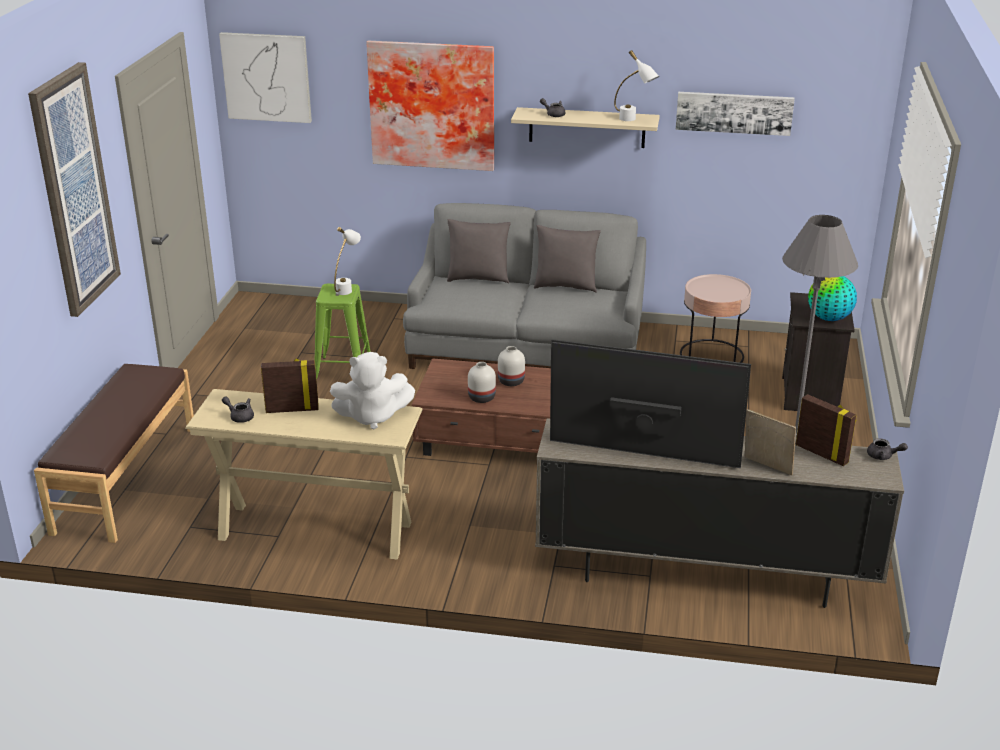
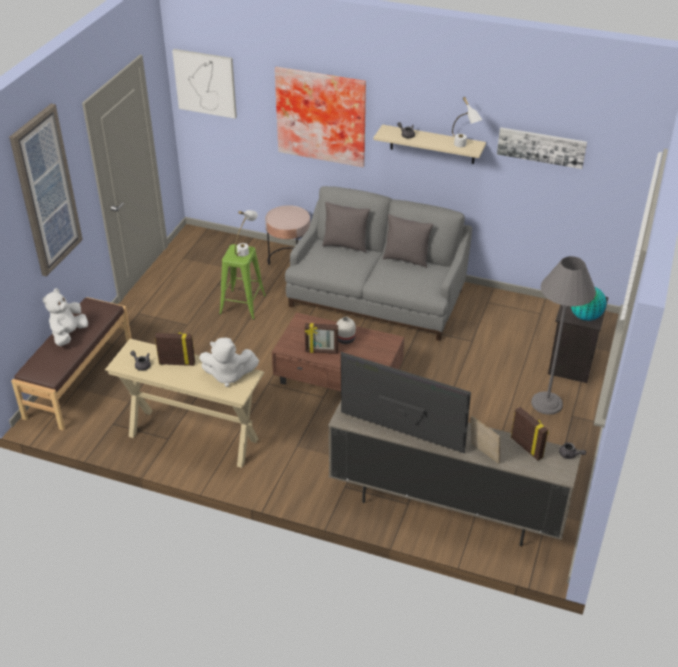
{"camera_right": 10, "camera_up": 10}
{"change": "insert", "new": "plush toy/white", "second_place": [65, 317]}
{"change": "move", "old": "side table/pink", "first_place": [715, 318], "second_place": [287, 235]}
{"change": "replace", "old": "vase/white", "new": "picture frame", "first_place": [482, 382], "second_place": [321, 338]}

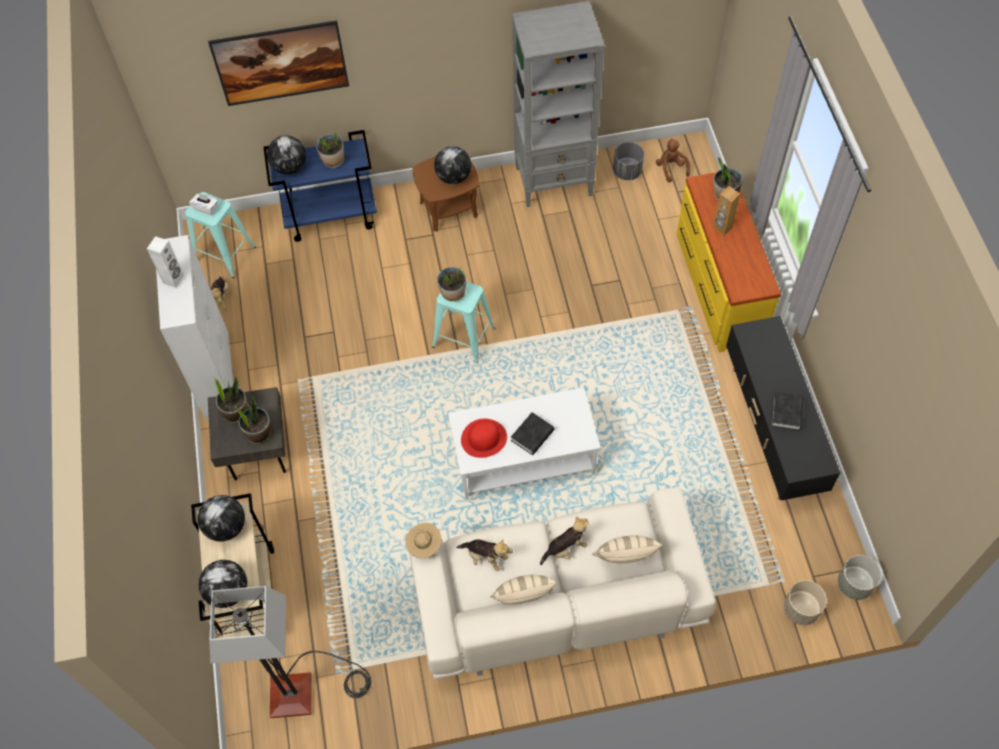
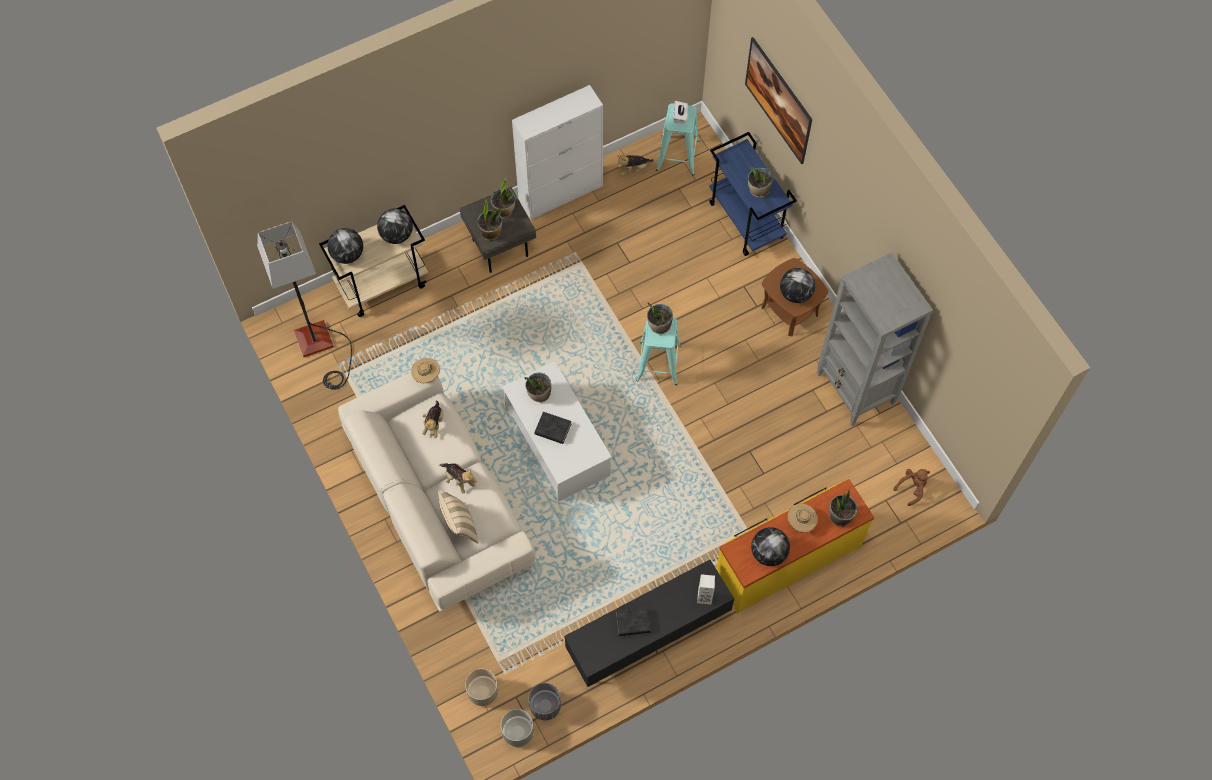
{"camera_right": 70, "camera_up": 5}
{"change": "replace", "old": "hat/red", "new": "potted plant", "first_place": [484, 438], "second_place": [537, 388]}
{"change": "move", "old": "planter/grey", "first_place": [628, 161], "second_place": [544, 701]}
{"change": "move", "old": "speaker/white", "first_place": [165, 262], "second_place": [706, 589]}
{"change": "move", "old": "globe", "first_place": [286, 155], "second_place": [770, 546]}
{"change": "replace", "old": "speaker/brown", "new": "hat/beige", "first_place": [726, 210], "second_place": [803, 518]}
{"change": "delete", "old": "pillow/beige", "first_place": [523, 590]}

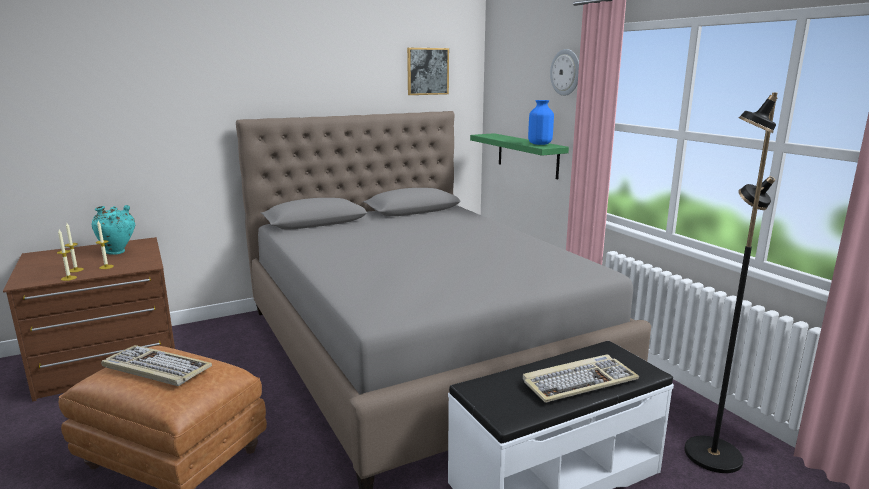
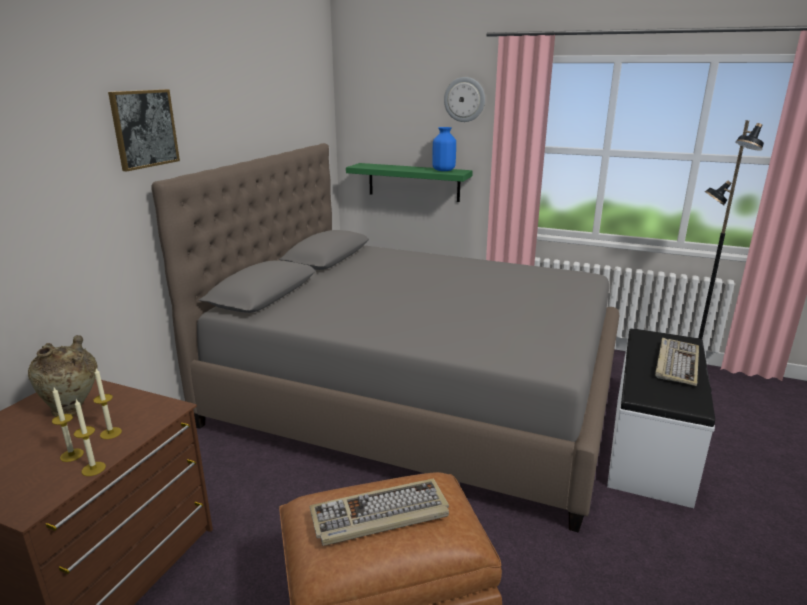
{"camera_right": -40, "camera_up": 5}
{"change": "recolor", "old": "vase/turquoise", "new": "vase/beige", "first_place": [113, 230], "second_place": [63, 376]}
{"change": "move", "old": "picture", "first_place": [428, 71], "second_place": [144, 130]}

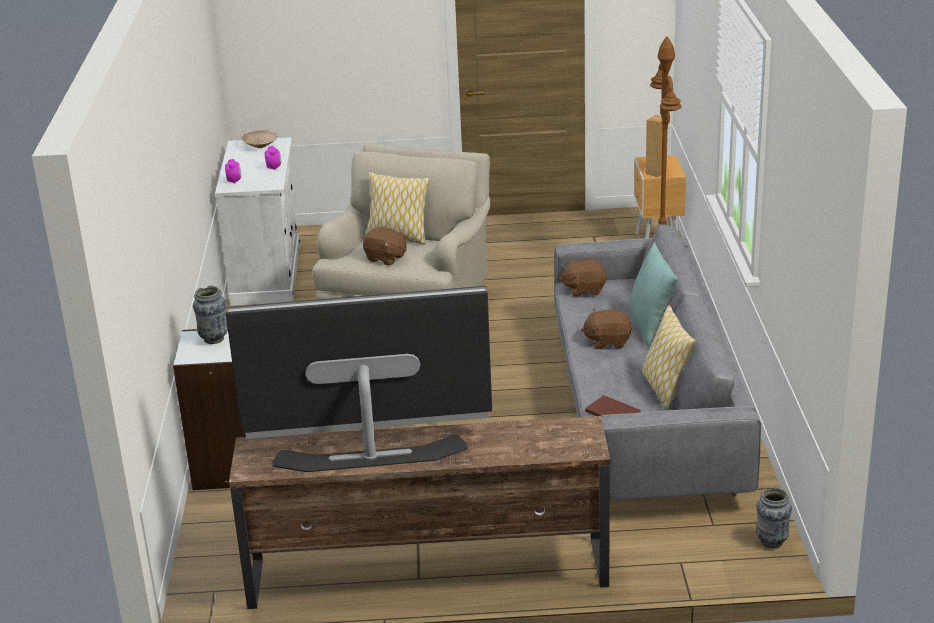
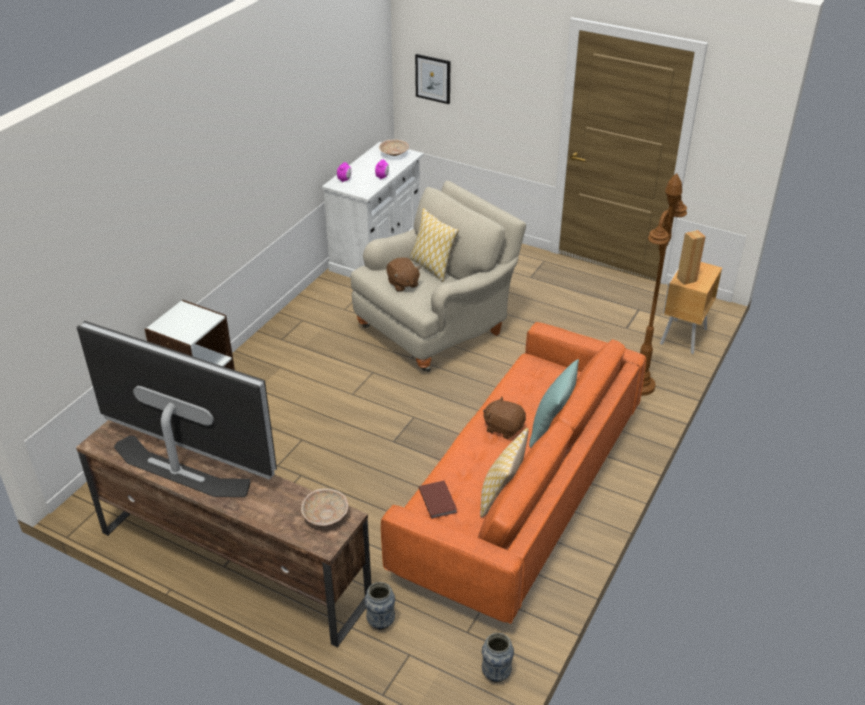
{"camera_right": 30, "camera_up": 10}
{"change": "insert", "new": "bowl/beige", "second_place": [324, 507]}
{"change": "move", "old": "vase", "first_place": [210, 315], "second_place": [380, 606]}
{"change": "recolor", "old": "sofa/grey", "new": "sofa/orange", "first_place": [657, 362], "second_place": [513, 473]}
{"change": "insert", "new": "picture", "second_place": [432, 79]}
{"change": "delete", "old": "plush toy/brown", "first_place": [583, 278]}

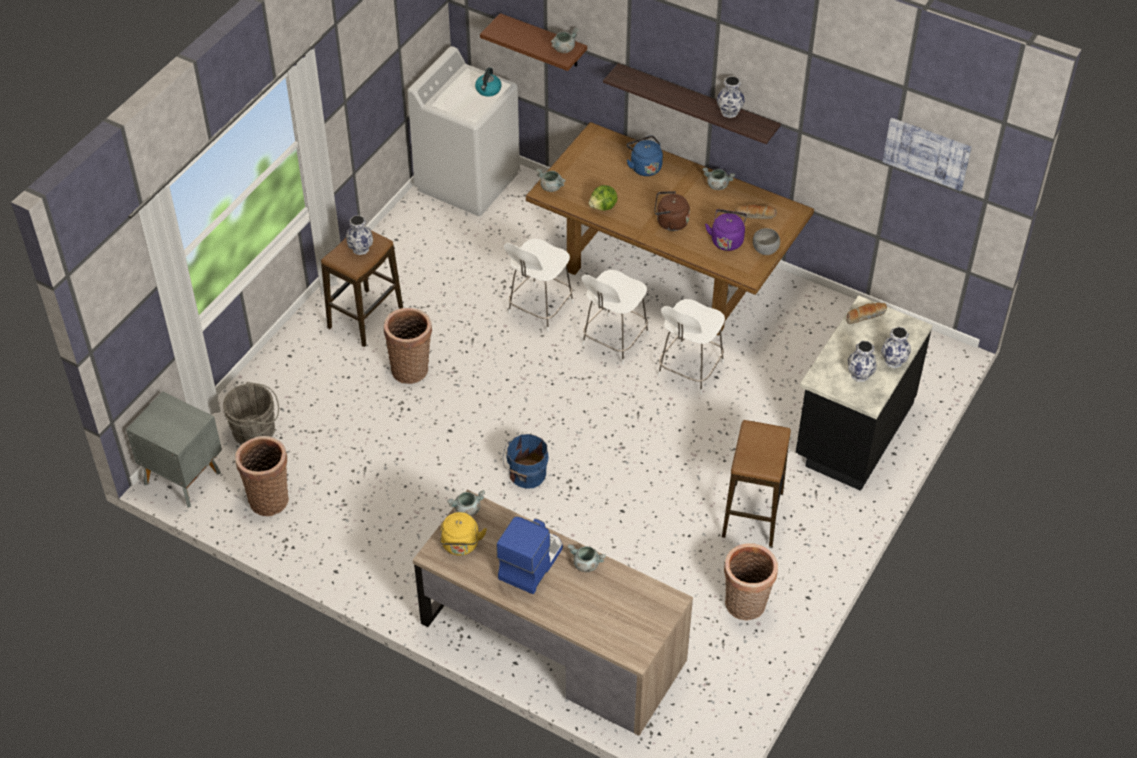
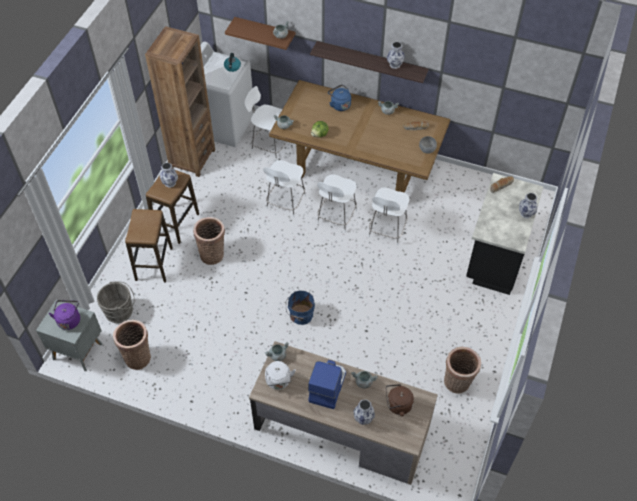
{"camera_right": -10, "camera_up": 5}
{"change": "move", "old": "kettle/purple", "first_place": [726, 230], "second_place": [64, 315]}
{"change": "move", "old": "stool", "first_place": [756, 483], "second_place": [149, 245]}
{"change": "insert", "new": "bookcase/brown", "second_place": [180, 101]}
{"change": "insert", "new": "chair/white", "second_place": [267, 123]}
{"change": "recolor", "old": "kettle/yellow", "new": "kettle/white", "first_place": [463, 533], "second_place": [280, 375]}
{"change": "move", "old": "vase", "first_place": [862, 361], "second_place": [364, 412]}
{"change": "move", "old": "kettle/brown", "first_place": [672, 211], "second_place": [400, 400]}
{"change": "delete", "old": "picture", "first_place": [927, 154]}

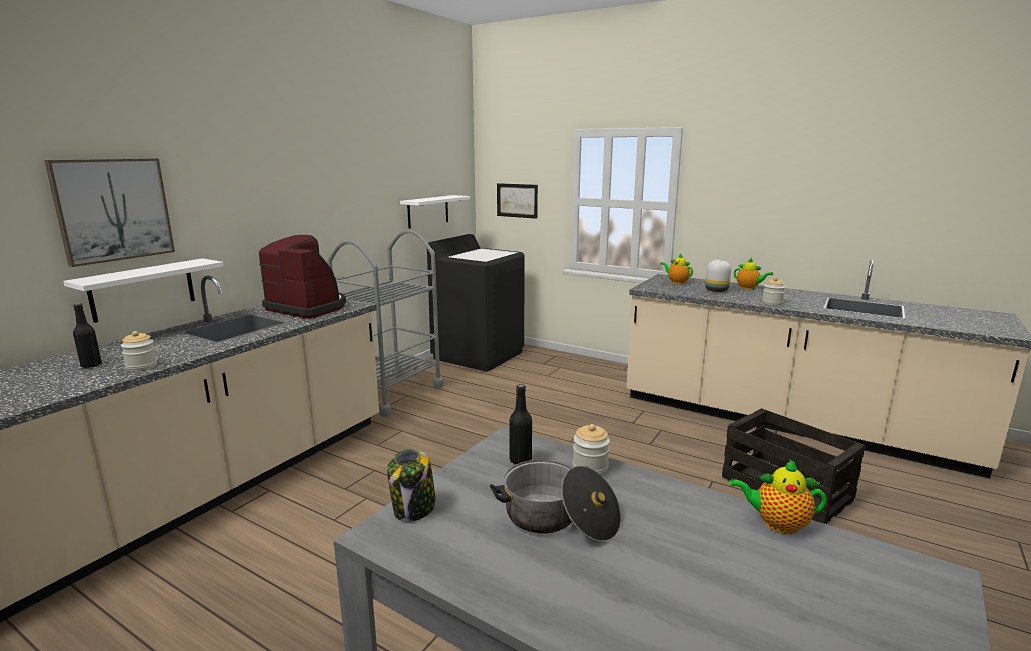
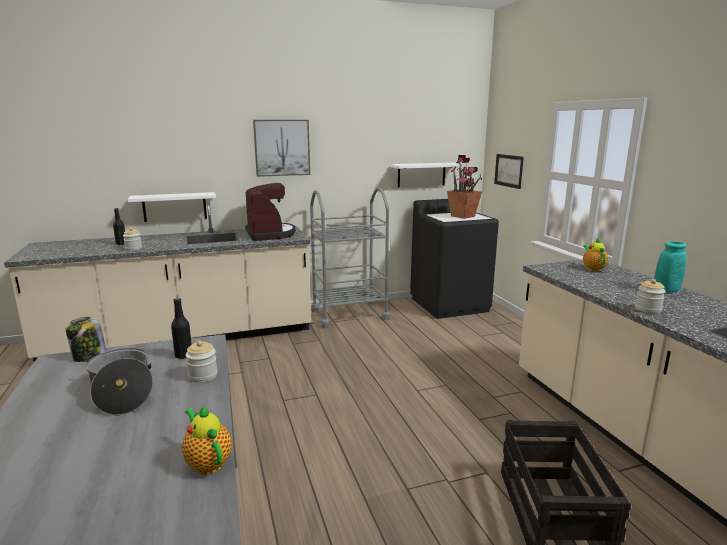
{"camera_right": 40, "camera_up": 0}
{"change": "move", "old": "picture", "first_place": [109, 212], "second_place": [281, 148]}
{"change": "insert", "new": "potted plant", "second_place": [464, 187]}
{"change": "replace", "old": "teapot", "new": "vase/turquoise", "first_place": [753, 273], "second_place": [670, 267]}
{"change": "delete", "old": "vase/white", "first_place": [718, 274]}

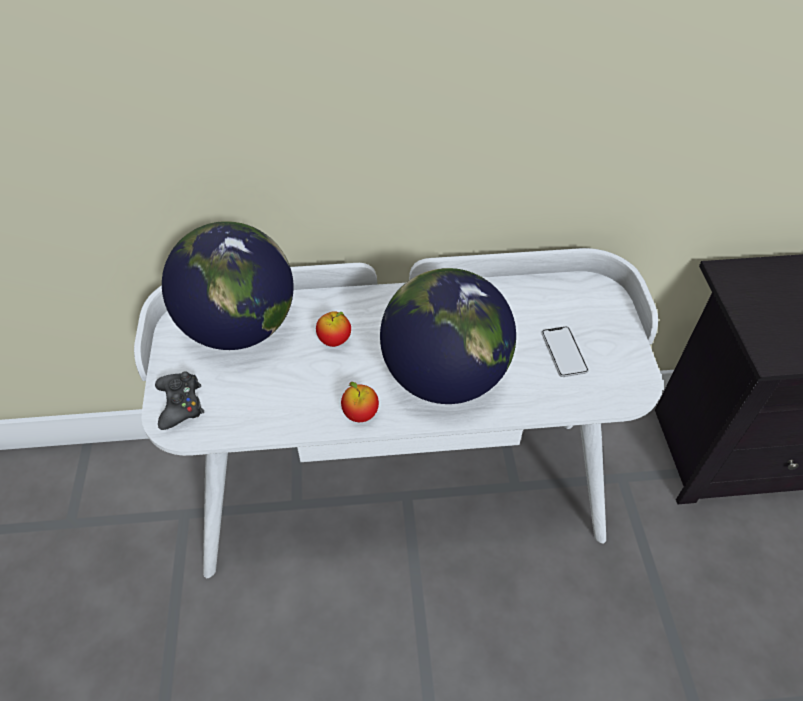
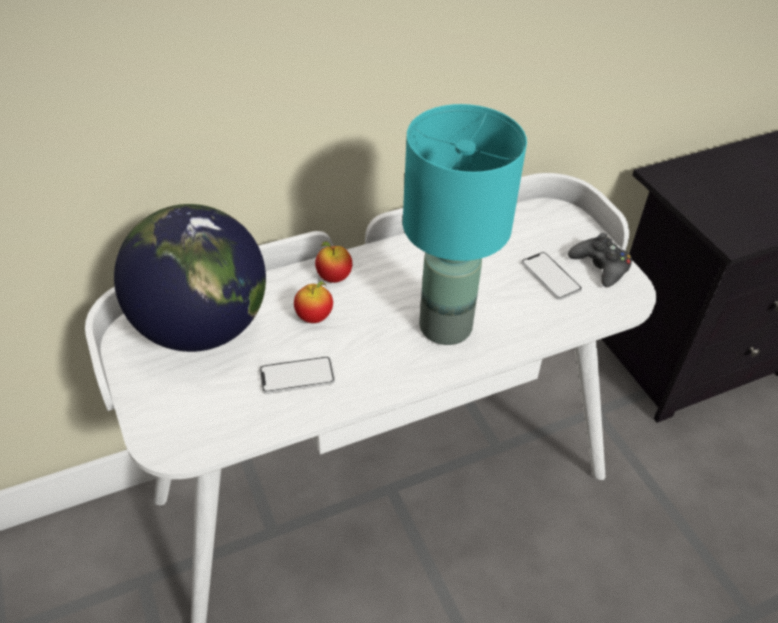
{"camera_right": -20, "camera_up": -5}
{"change": "insert", "new": "phone", "second_place": [297, 375]}
{"change": "move", "old": "apple", "first_place": [360, 402], "second_place": [333, 262]}
{"change": "replace", "old": "globe", "new": "table lamp/turquoise", "first_place": [448, 336], "second_place": [465, 224]}
{"change": "move", "old": "game controller/black", "first_place": [179, 400], "second_place": [600, 260]}

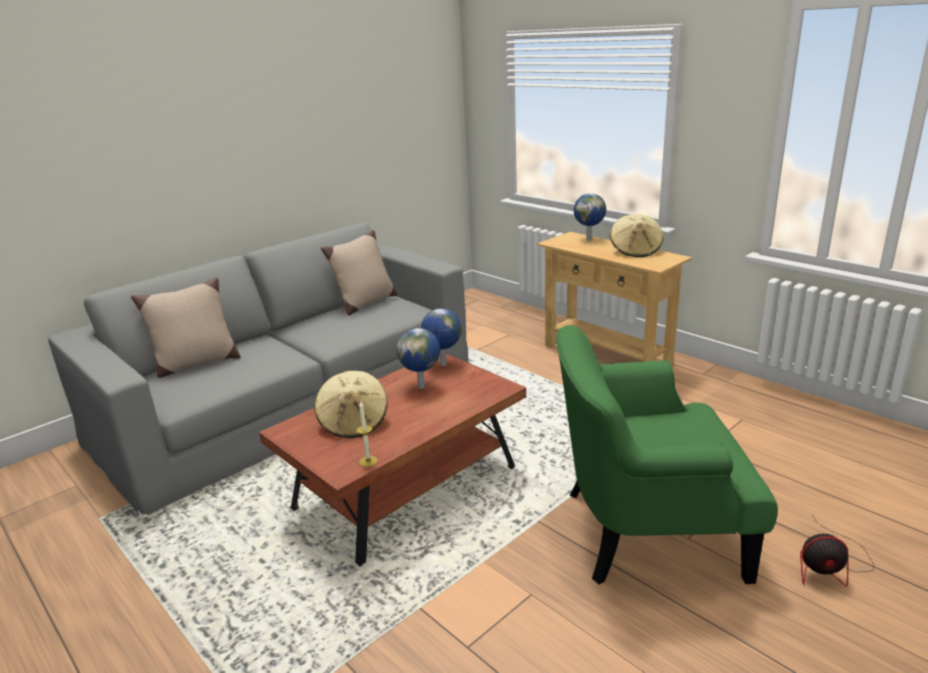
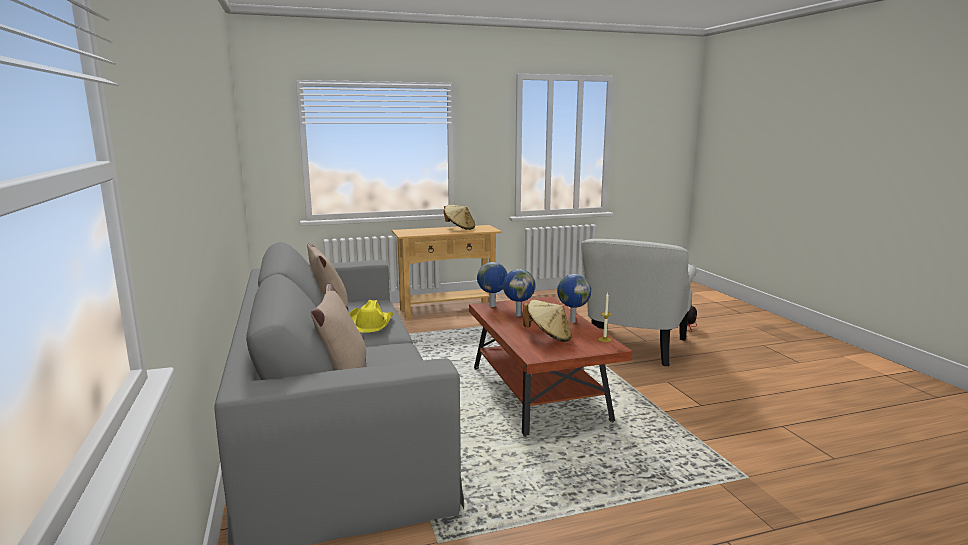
{"camera_right": -65, "camera_up": -10}
{"change": "insert", "new": "hat/yellow", "second_place": [371, 316]}
{"change": "move", "old": "globe", "first_place": [590, 217], "second_place": [574, 298]}
{"change": "recolor", "old": "armchair/green", "new": "armchair/white", "first_place": [667, 455], "second_place": [639, 302]}

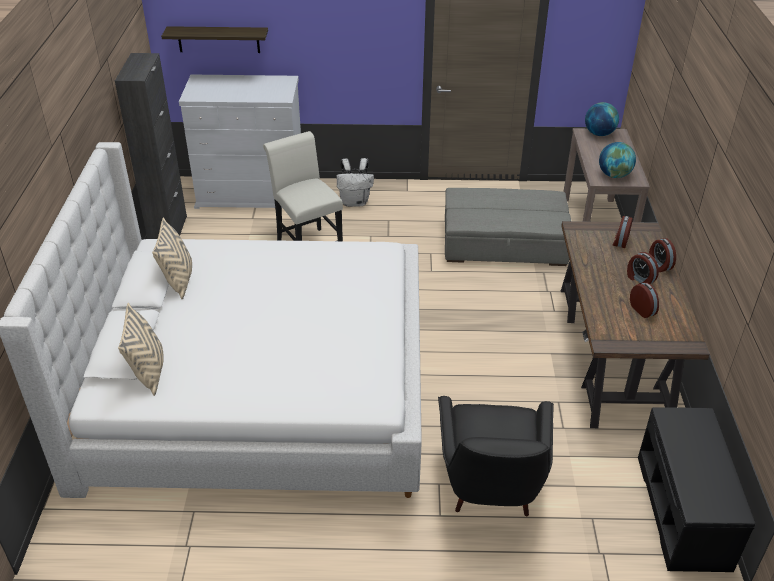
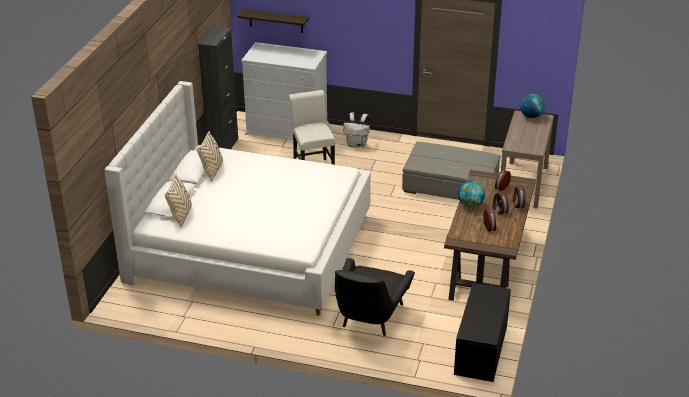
{"camera_right": 15, "camera_up": -5}
{"change": "move", "old": "globe", "first_place": [617, 160], "second_place": [471, 193]}

